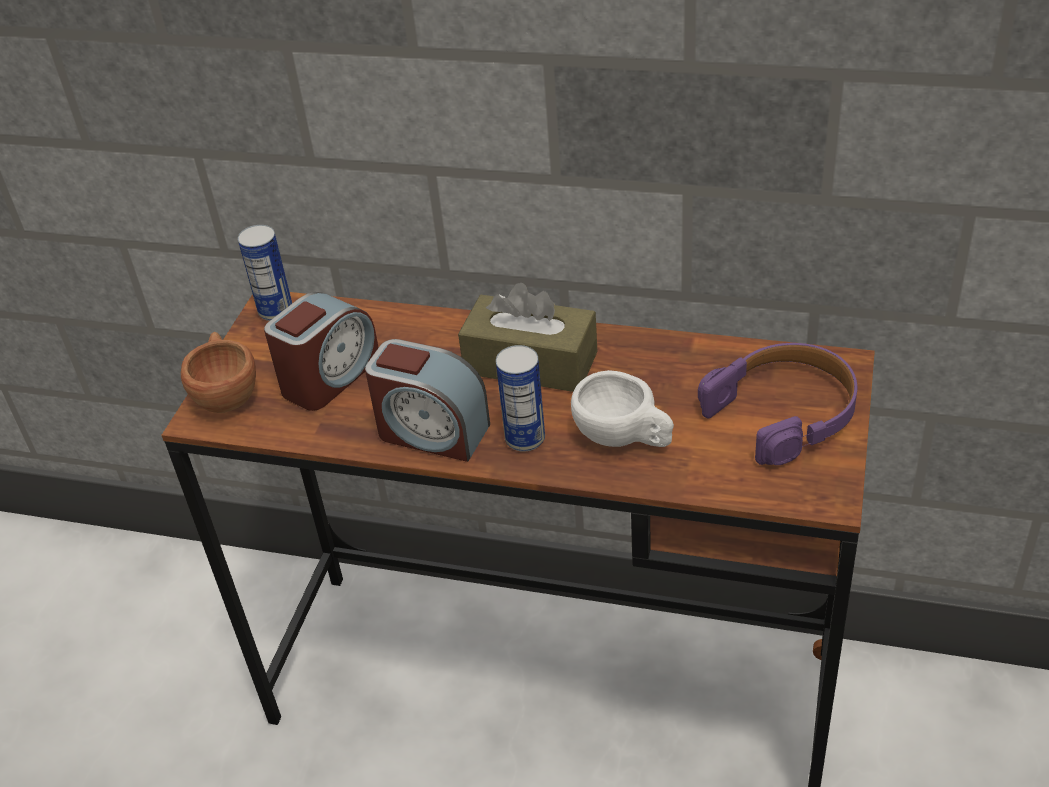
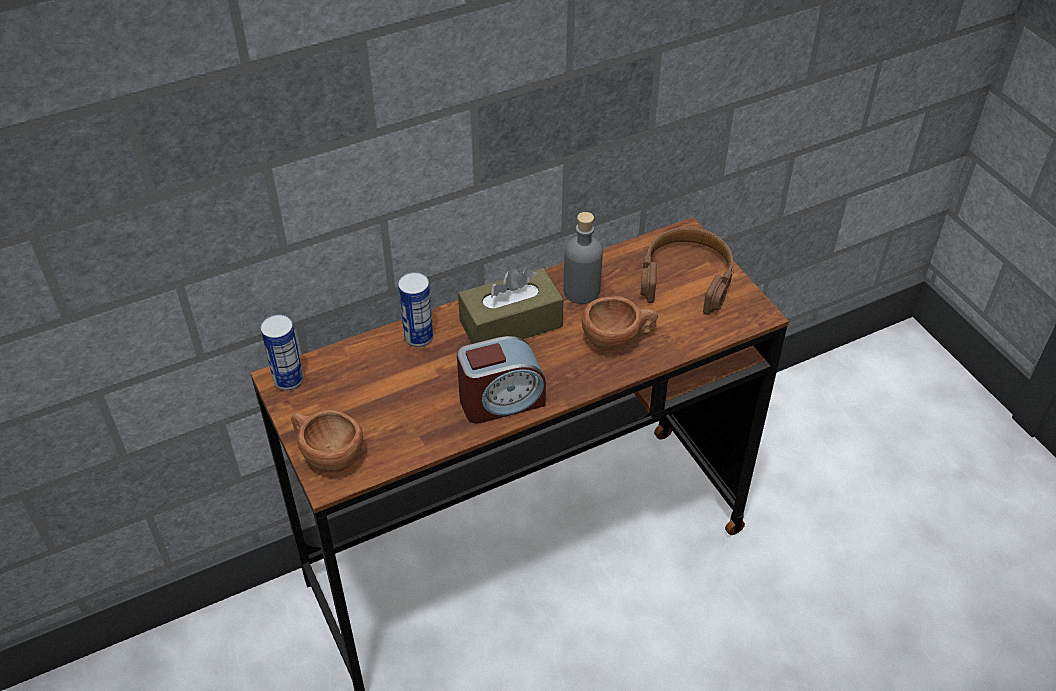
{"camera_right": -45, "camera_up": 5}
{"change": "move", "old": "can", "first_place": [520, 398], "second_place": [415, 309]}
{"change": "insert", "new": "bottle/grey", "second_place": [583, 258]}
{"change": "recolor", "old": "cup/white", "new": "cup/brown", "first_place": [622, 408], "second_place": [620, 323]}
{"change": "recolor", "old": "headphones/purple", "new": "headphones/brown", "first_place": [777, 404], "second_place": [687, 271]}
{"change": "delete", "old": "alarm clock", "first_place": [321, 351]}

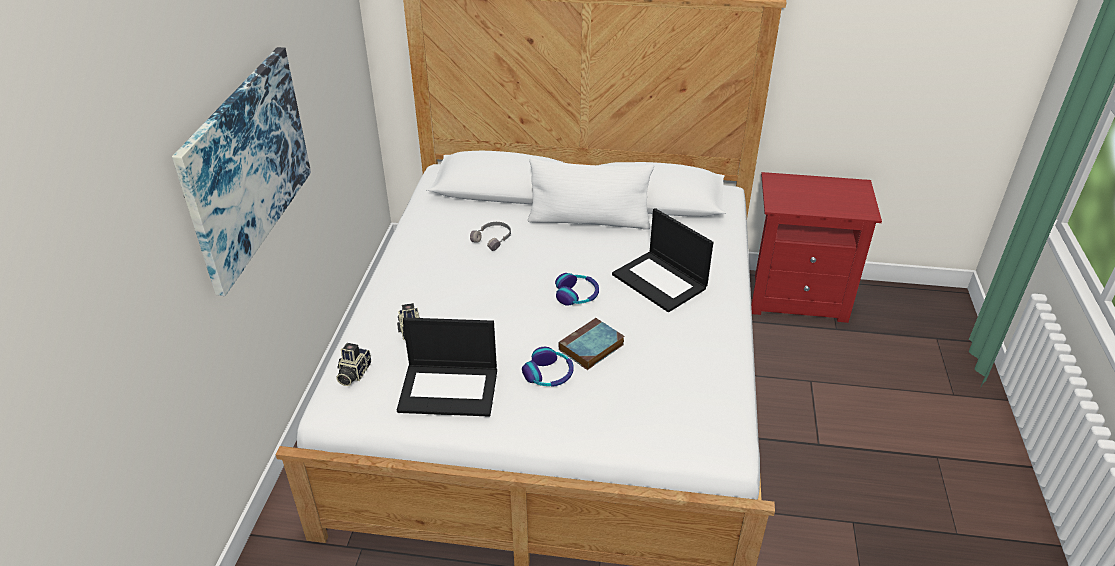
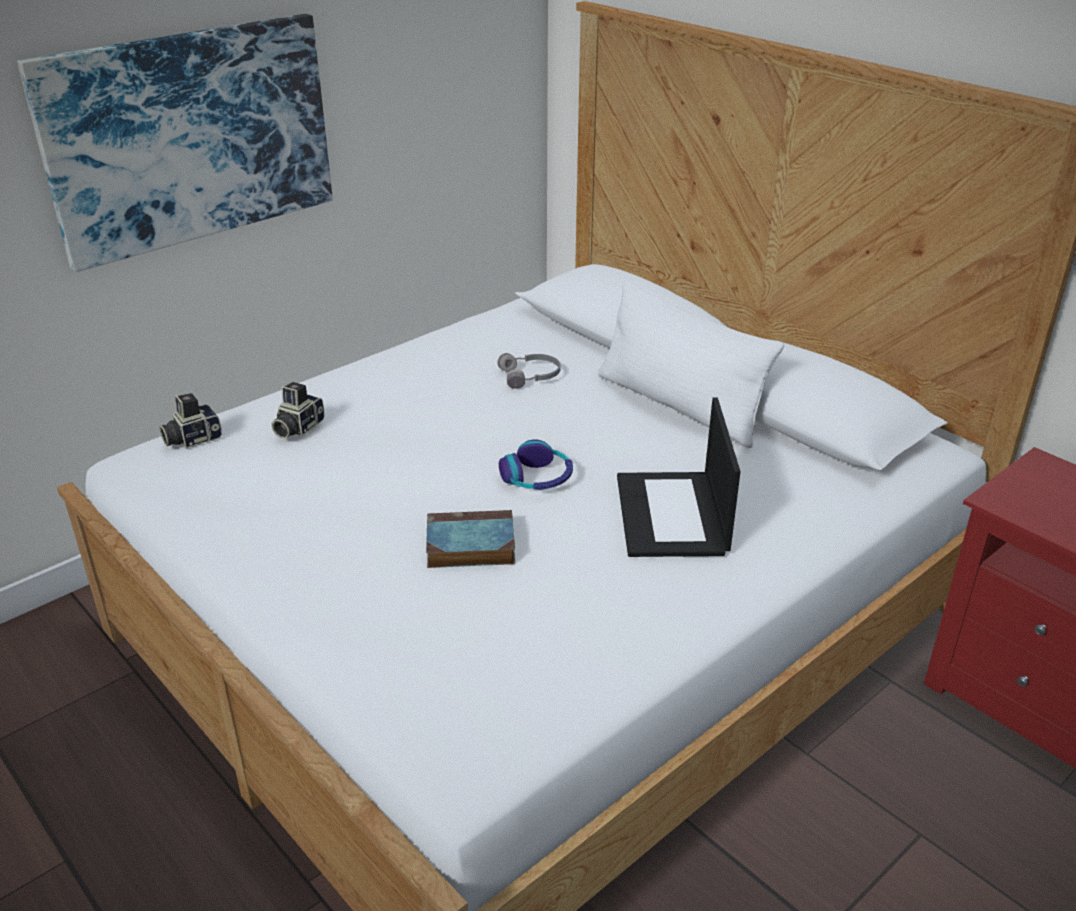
{"camera_right": 40, "camera_up": -5}
{"change": "delete", "old": "laptop", "first_place": [447, 367]}
{"change": "delete", "old": "headphones", "first_place": [548, 367]}

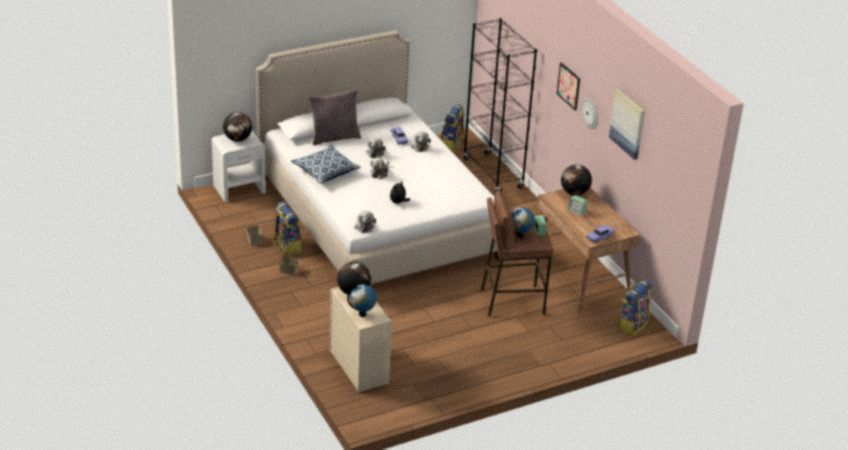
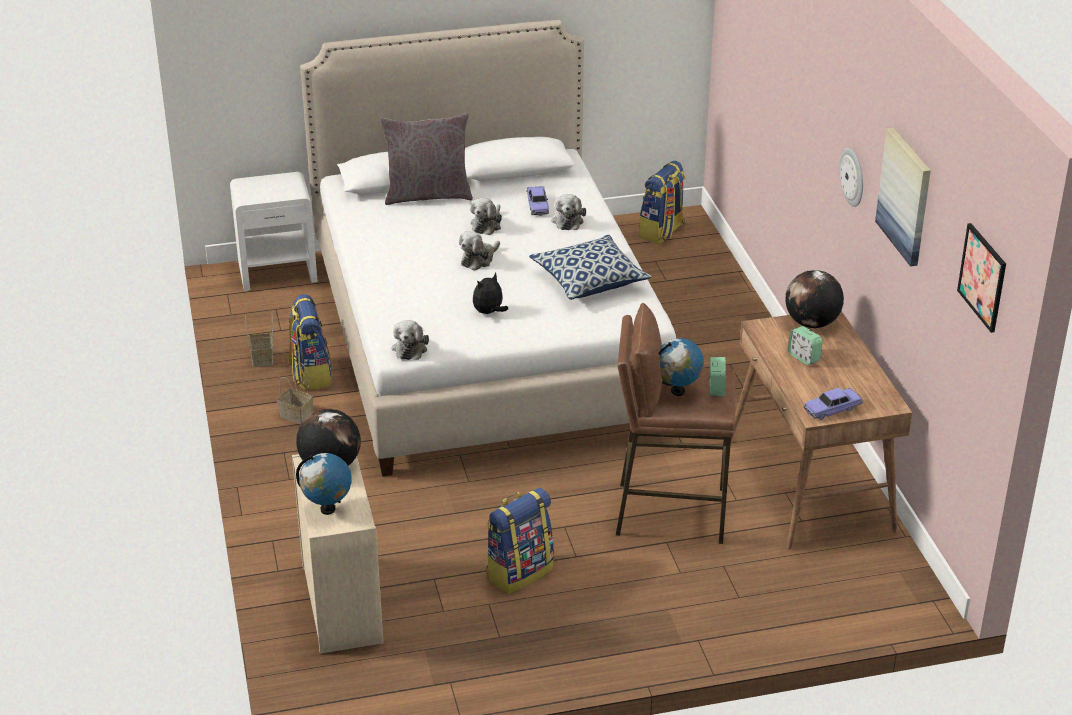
{"camera_right": 15, "camera_up": 0}
{"change": "move", "old": "backpack", "first_place": [634, 308], "second_place": [520, 540]}
{"change": "move", "old": "pillow", "first_place": [326, 164], "second_place": [590, 267]}
{"change": "move", "old": "picture", "first_place": [568, 86], "second_place": [981, 278]}
{"change": "delete", "old": "globe", "first_place": [237, 126]}
{"change": "delete", "old": "bookcase/black", "first_place": [500, 105]}

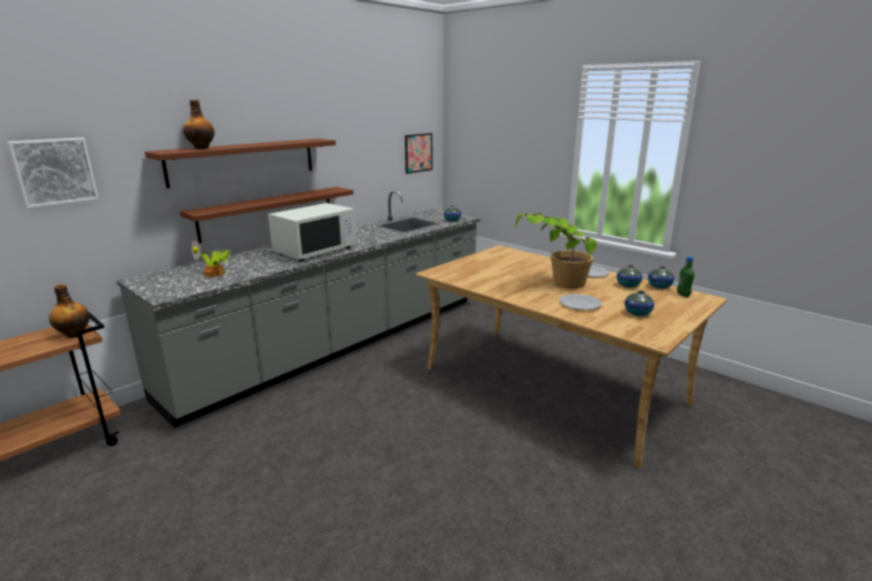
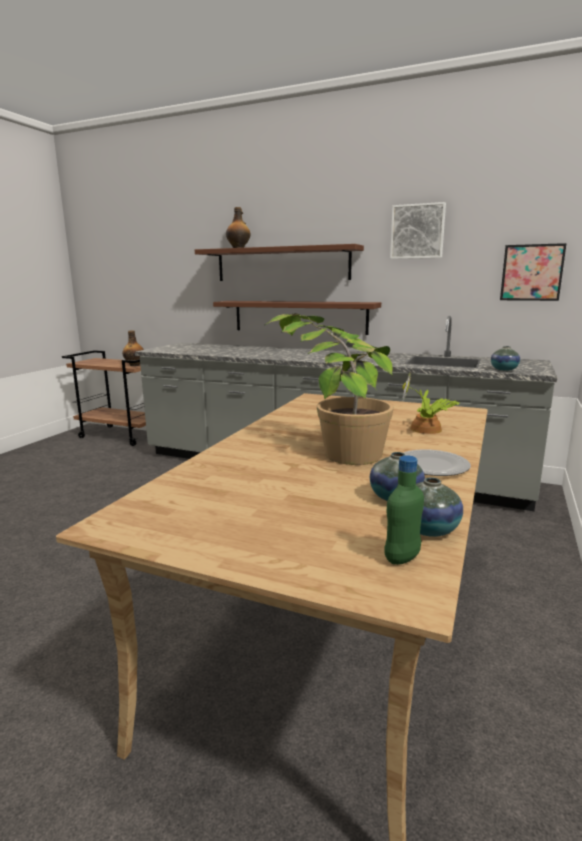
{"camera_right": 70, "camera_up": -5}
{"change": "move", "old": "picture", "first_place": [53, 173], "second_place": [418, 230]}
{"change": "move", "old": "potted plant", "first_place": [211, 258], "second_place": [431, 404]}
{"change": "delete", "old": "microwave/white", "first_place": [312, 232]}
{"change": "delete", "old": "plate", "first_place": [580, 302]}
{"change": "delete", "old": "vase", "first_place": [639, 303]}

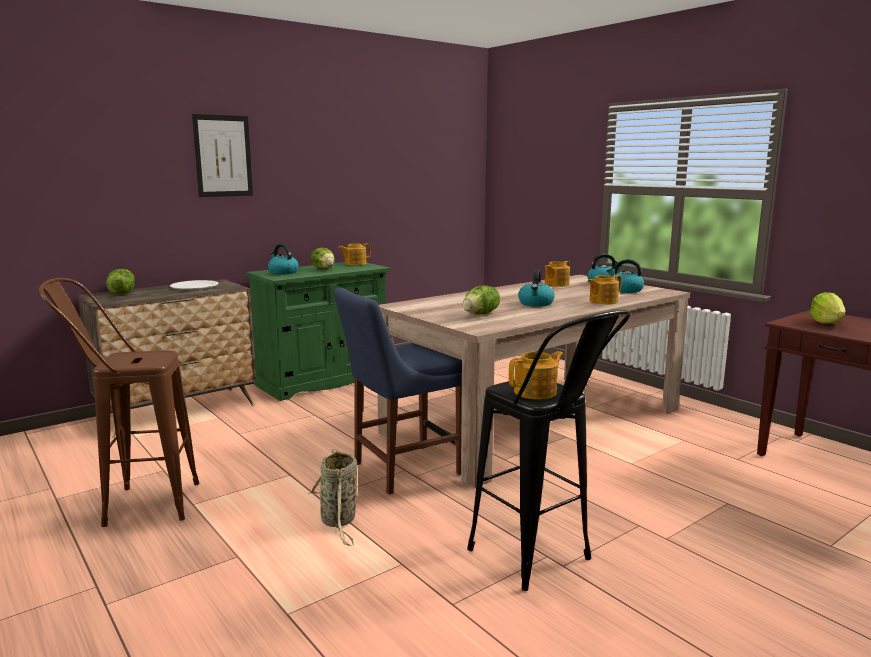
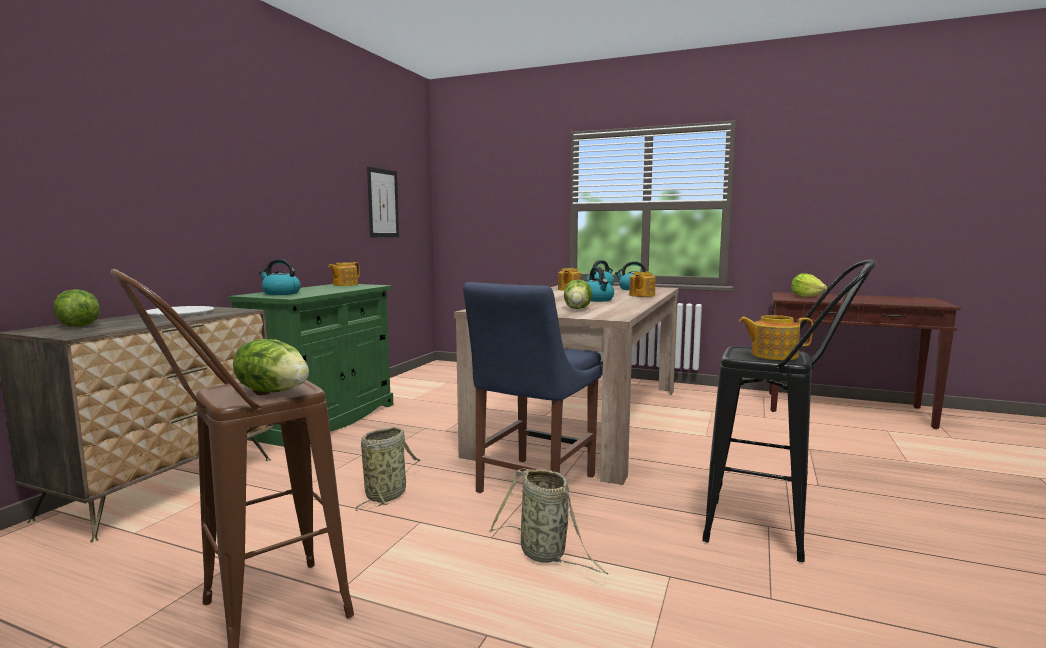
{"camera_right": -30, "camera_up": -5}
{"change": "move", "old": "lettuce", "first_place": [323, 258], "second_place": [271, 366]}
{"change": "insert", "new": "basket", "second_place": [387, 469]}
{"change": "move", "old": "picture", "first_place": [222, 155], "second_place": [383, 202]}
{"change": "rotate", "old": "teapot", "first_place": [536, 375], "second_place": [776, 337], "degrees": -105}

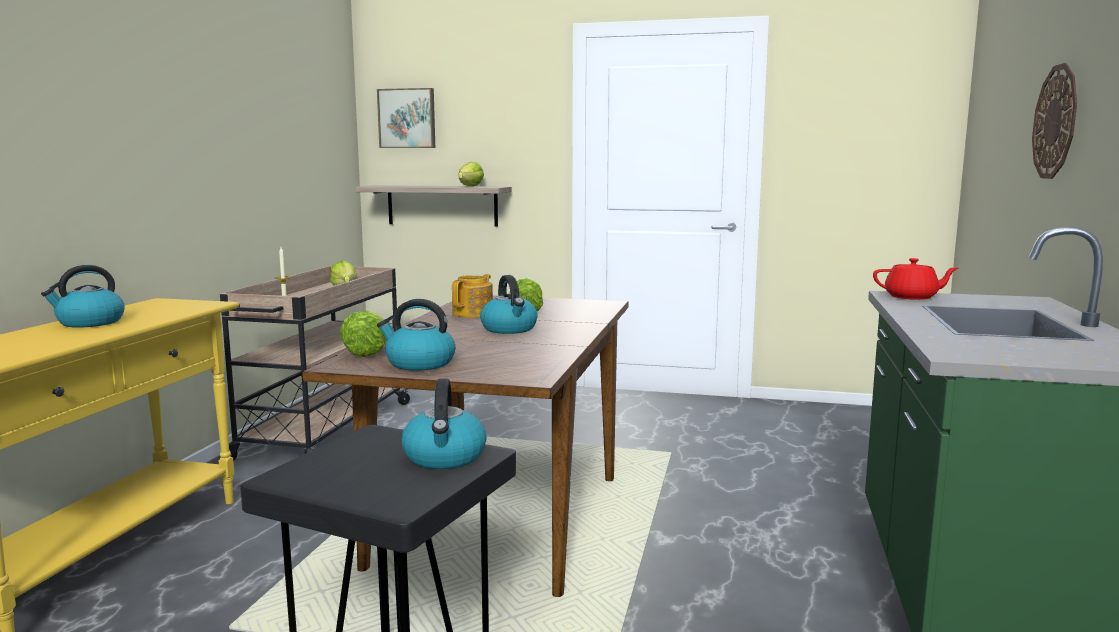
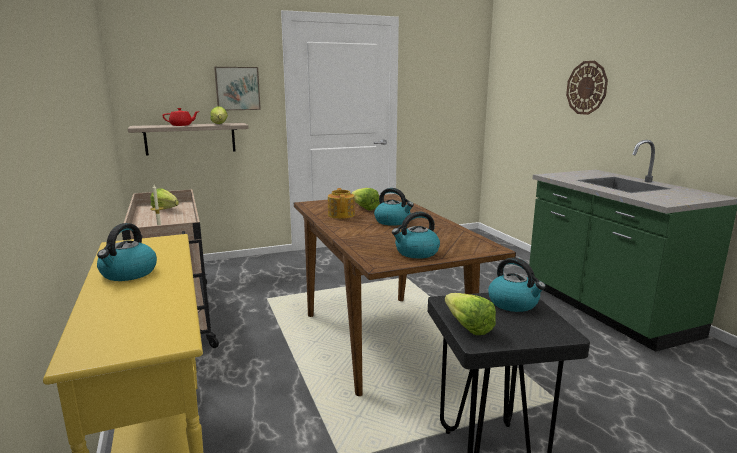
{"camera_right": -35, "camera_up": 5}
{"change": "move", "old": "teapot/red", "first_place": [915, 279], "second_place": [180, 117]}
{"change": "move", "old": "picture", "first_place": [406, 118], "second_place": [237, 88]}
{"change": "move", "old": "lettuce", "first_place": [363, 334], "second_place": [470, 314]}

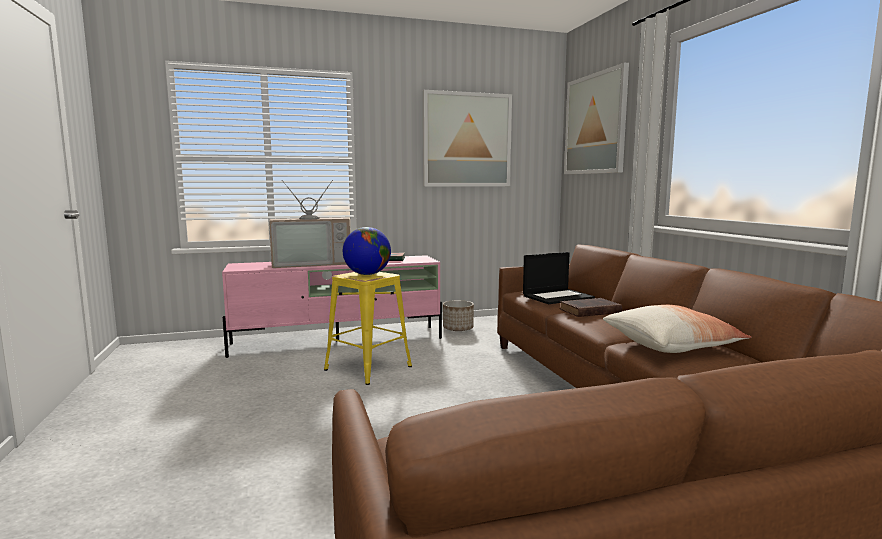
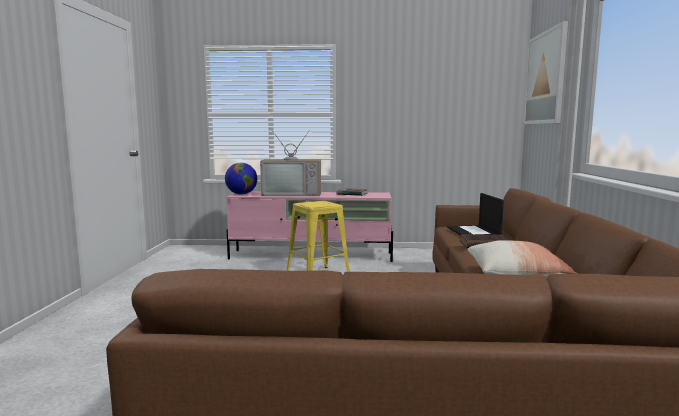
{"camera_right": 20, "camera_up": 0}
{"change": "move", "old": "globe", "first_place": [367, 251], "second_place": [241, 179]}
{"change": "rotate", "old": "laptop", "first_place": [559, 278], "second_place": [475, 214], "degrees": 90}
{"change": "delete", "old": "picture", "first_place": [467, 138]}
{"change": "delete", "old": "planter", "first_place": [458, 315]}

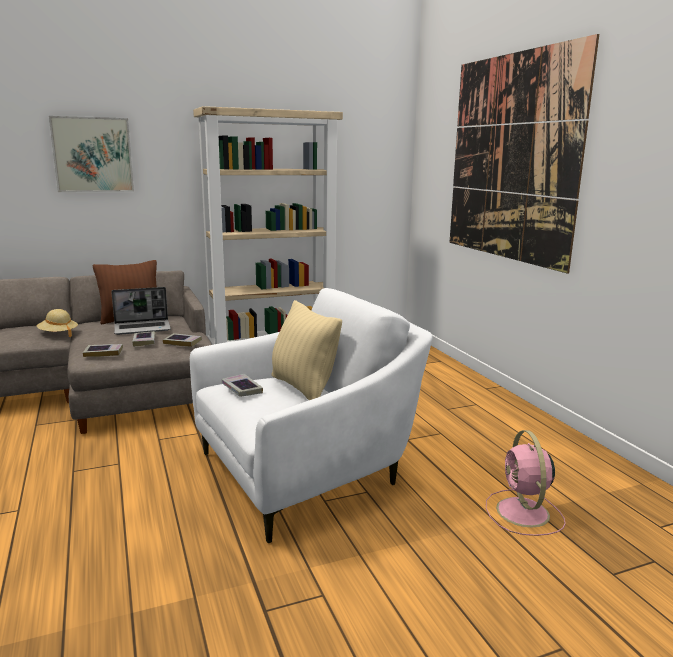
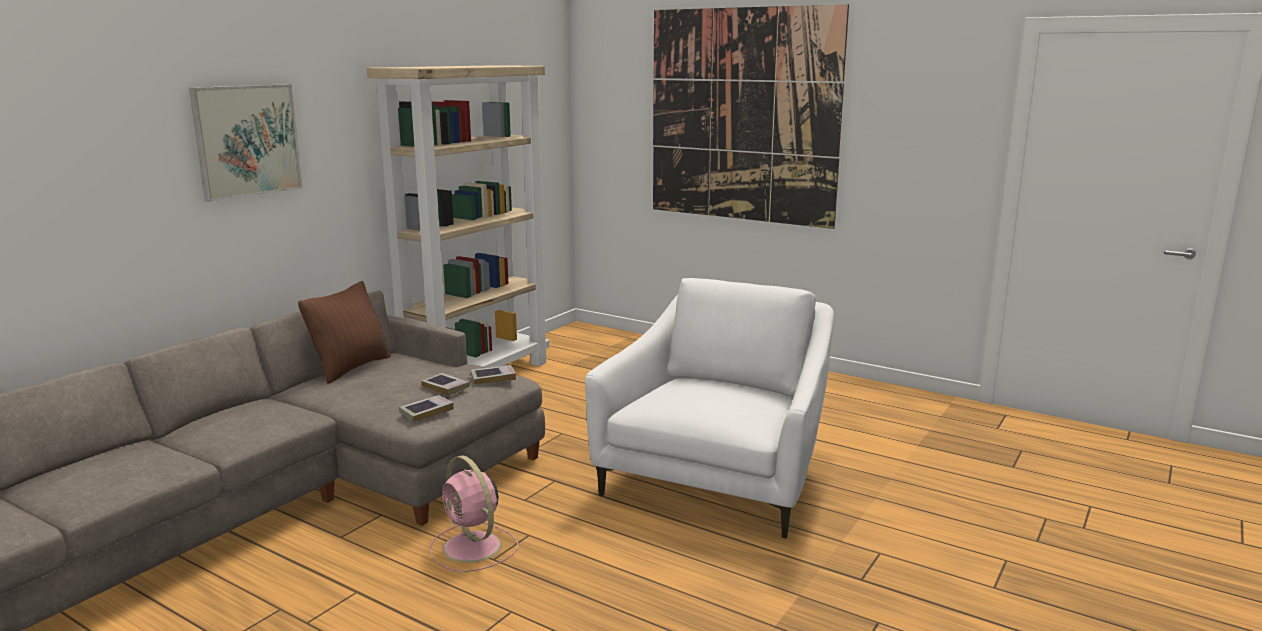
{"camera_right": -35, "camera_up": 0}
{"change": "move", "old": "fan/pink", "first_place": [526, 483], "second_place": [473, 513]}
{"change": "delete", "old": "hat/beige", "first_place": [57, 323]}
{"change": "delete", "old": "laptop", "first_place": [141, 311]}
{"change": "delete", "old": "book", "first_place": [242, 385]}
{"change": "delete", "old": "pillow/beige", "first_place": [306, 350]}

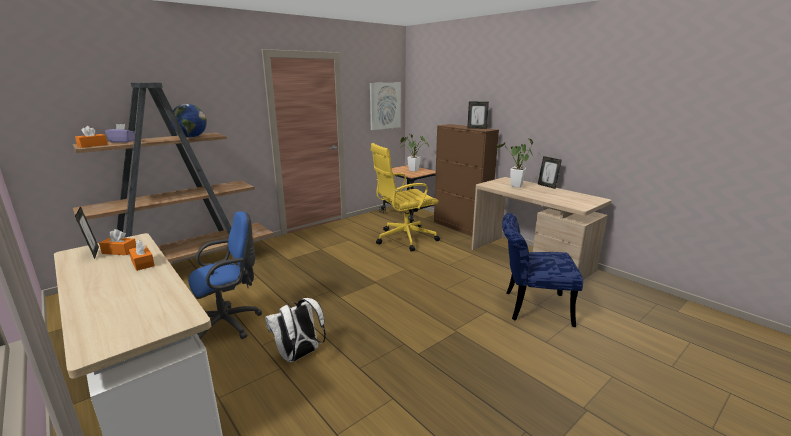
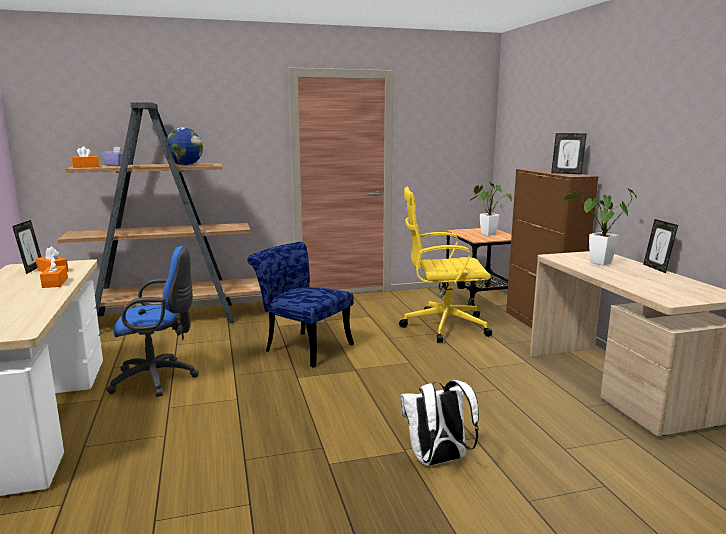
{"camera_right": 25, "camera_up": -5}
{"change": "move", "old": "chair/blue", "first_place": [542, 270], "second_place": [301, 305]}
{"change": "move", "old": "backpack/white", "first_place": [295, 330], "second_place": [439, 423]}
{"change": "delete", "old": "picture", "first_place": [385, 106]}

